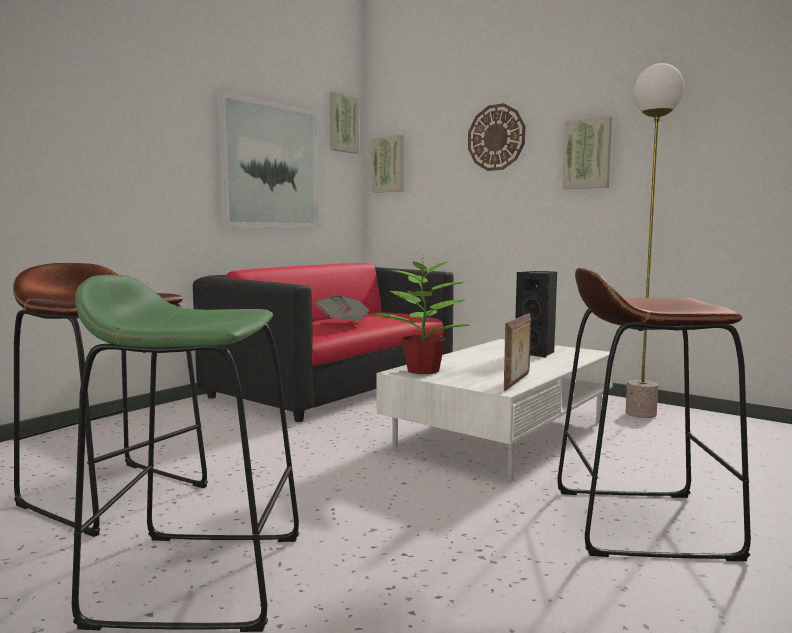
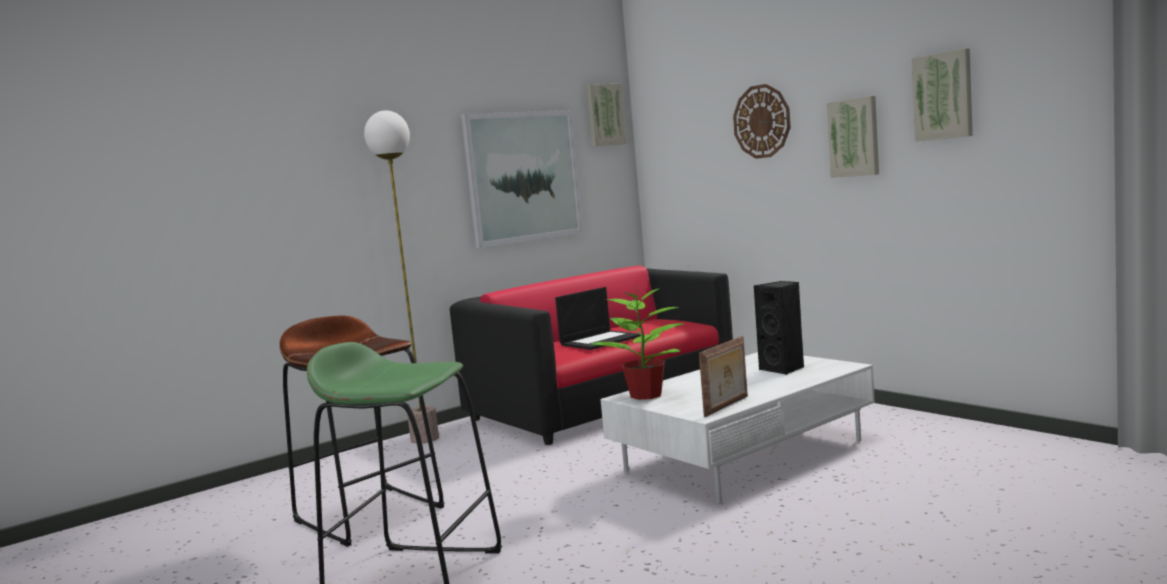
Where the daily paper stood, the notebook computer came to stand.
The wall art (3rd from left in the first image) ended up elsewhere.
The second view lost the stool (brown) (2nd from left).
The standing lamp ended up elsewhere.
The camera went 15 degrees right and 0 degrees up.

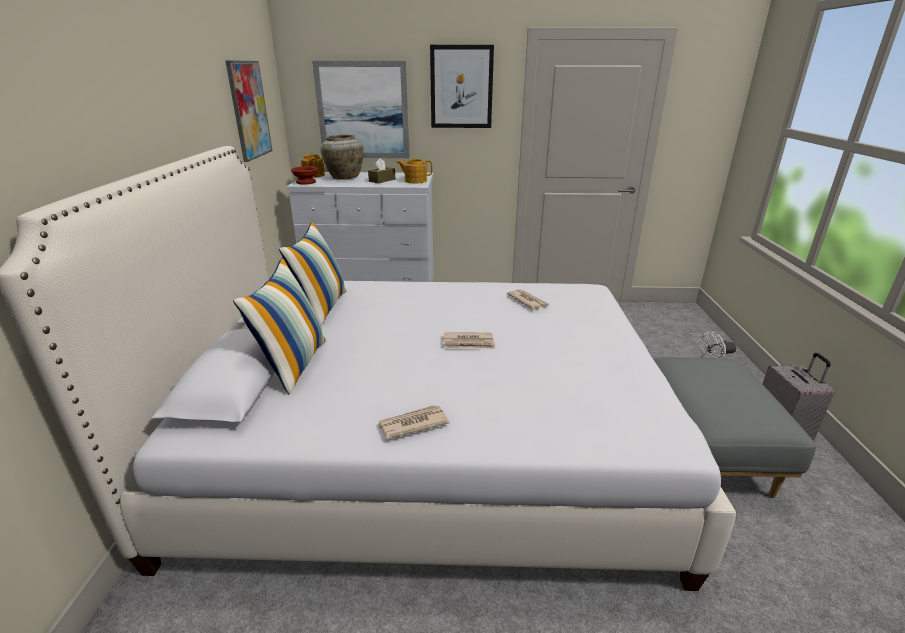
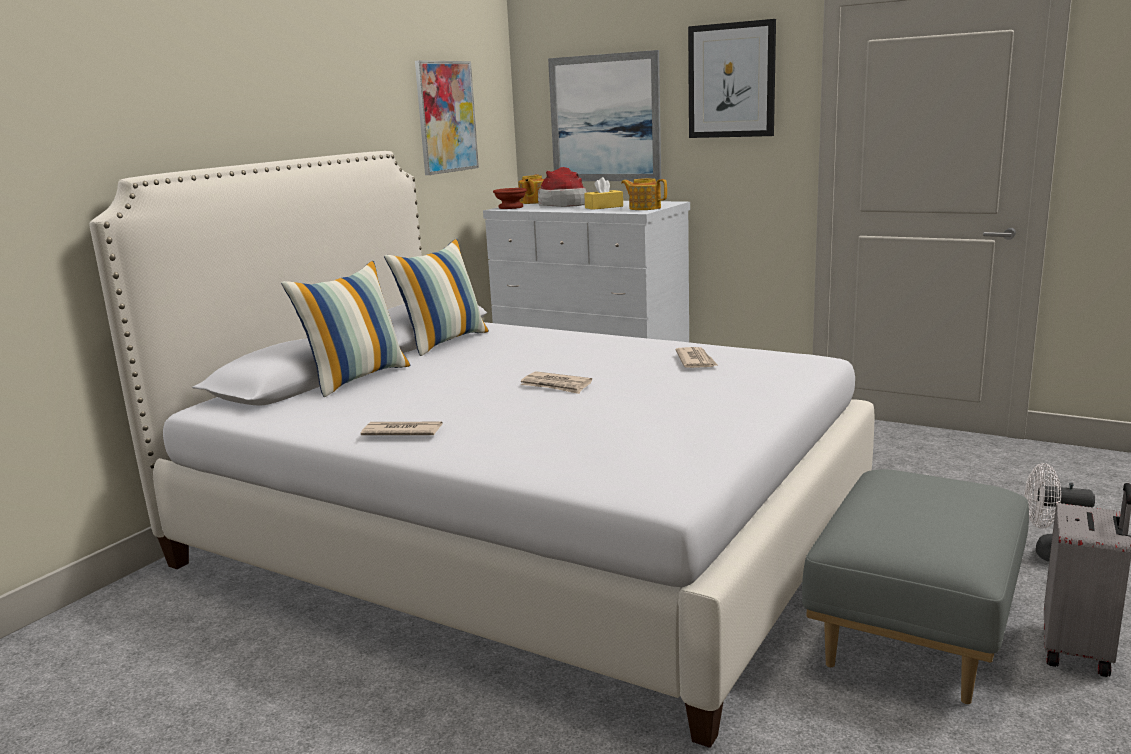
Where the vase (beige) stood, the hat came to stand.
What was the tissue holder (brown) turned into the tissue holder (yellow-coloured).
The camera went 30 degrees right and 10 degrees down.

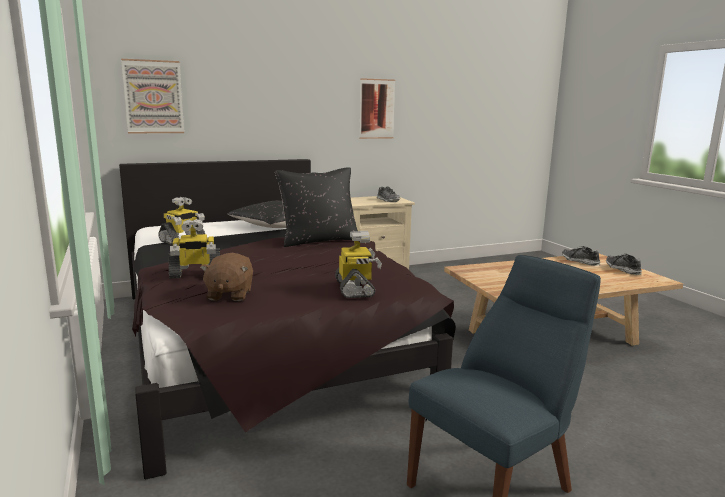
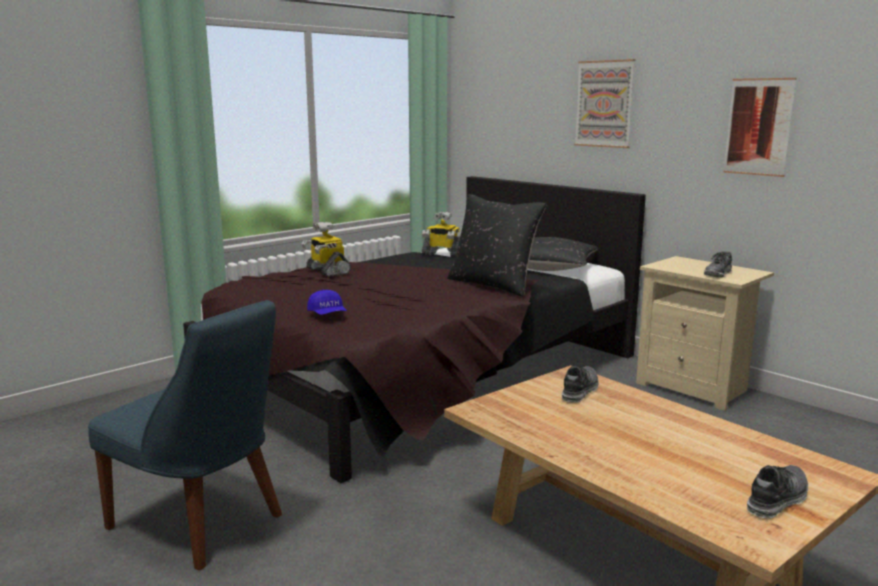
The wall art (1st from left) ended up elsewhere.
The second view lost the soft toy (brown).
Where the toy robot (3rd from left) stood, the cap (bluish) came to stand.
The shoe (2nd from left in the first image) ended up elsewhere.
The camera went 70 degrees right and 0 degrees up.

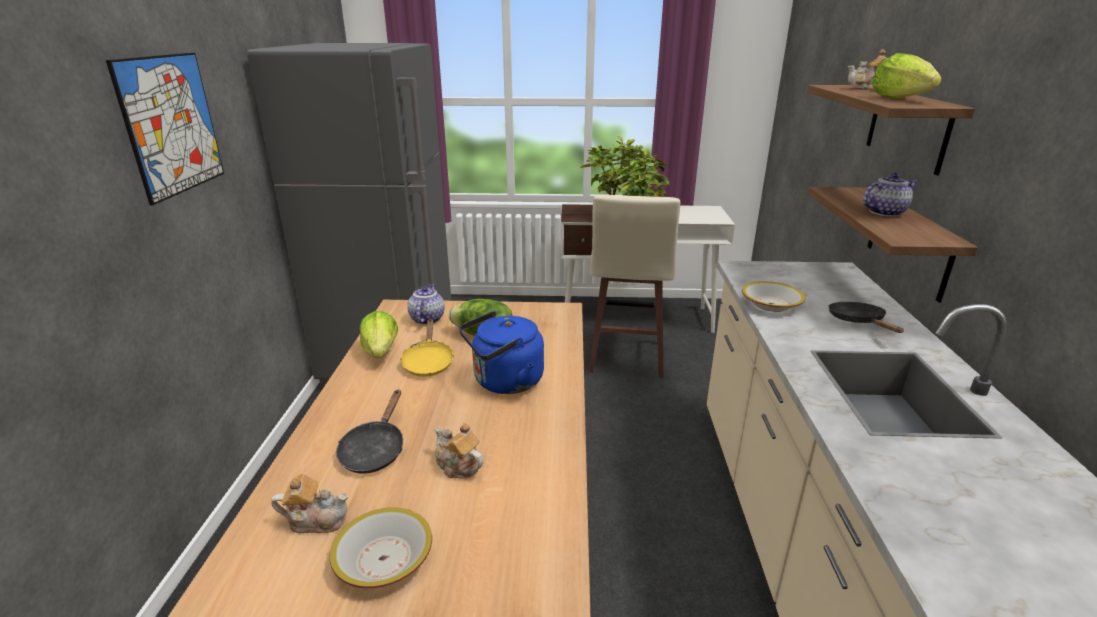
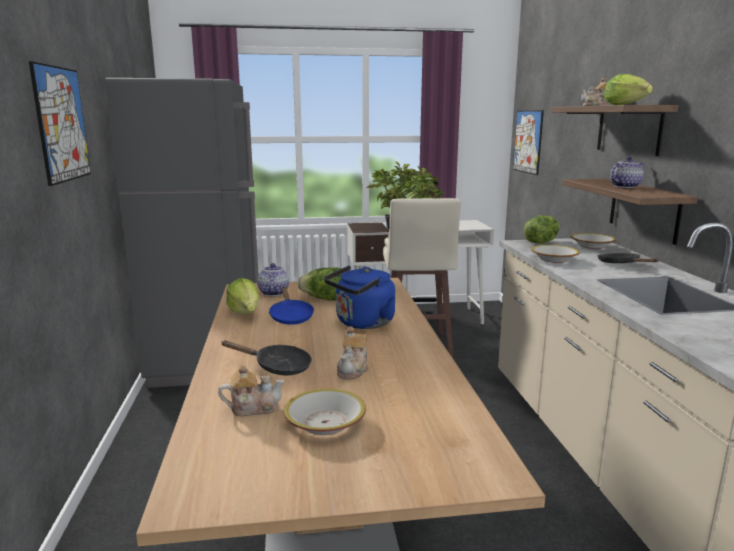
The skillet (black-coloured) (1st from left) ended up facing another way, 75 degrees counterclockwise from before.
What was the skillet (yellow-coloured) turned into the skillet (bluish).
The pot for tea (3rd from left) ended up facing another way, 105 degrees counterclockwise from before.
The second view gained the wall art (2nd from left).
The second view gained the head of lettuce (3rd from left).
The second view gained the deep dish (3rd from left).
The camera went 10 degrees left and 10 degrees down.

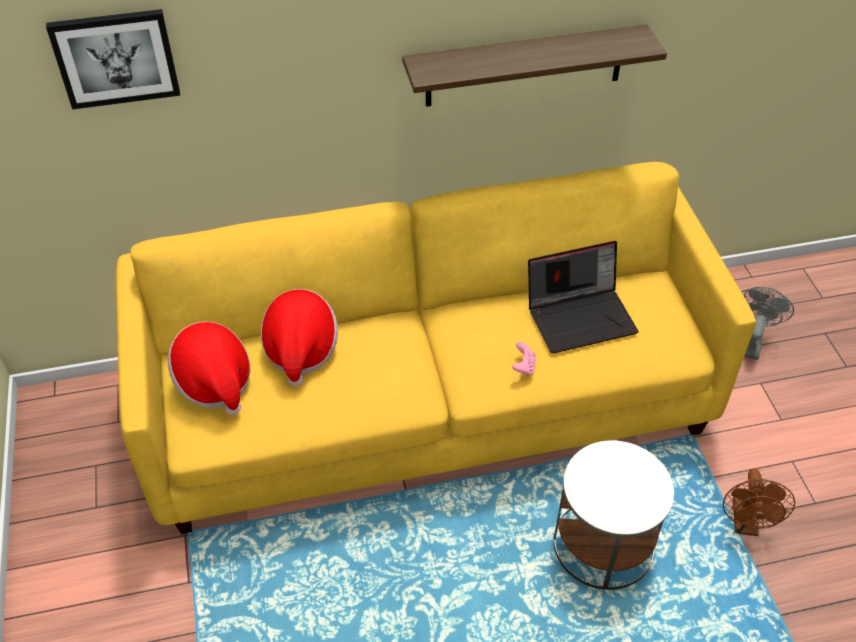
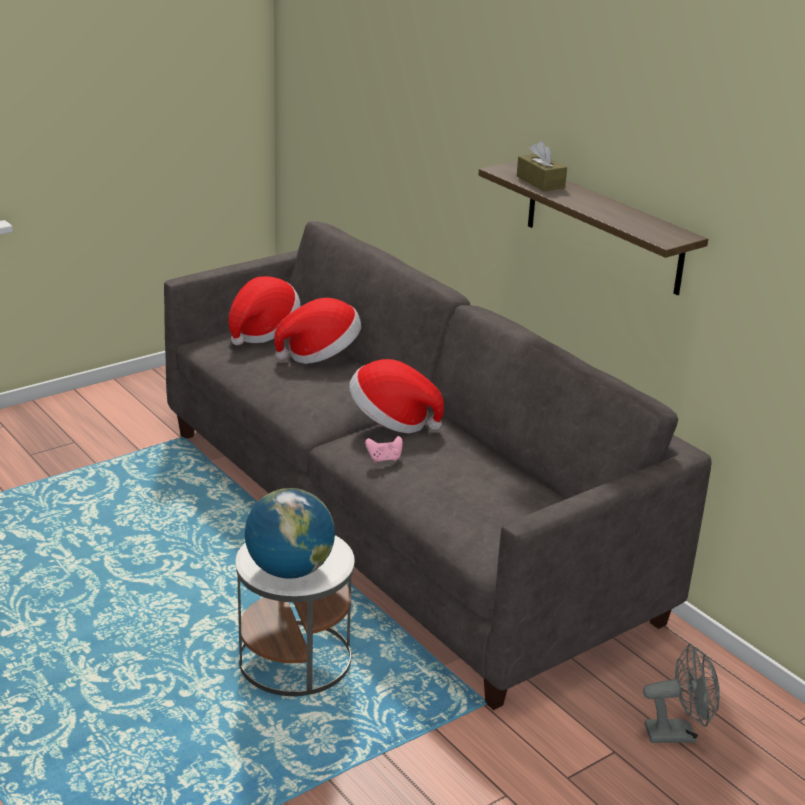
The second view lost the wall art.
What was the sofa (yellow-coloured) turned into the sofa (grey).
The second view lost the notebook computer.
The second view lost the electric fan (brown).
The second view gained the world globe.
The second view gained the hat (3rd from left).
The second view gained the tissue holder (brown).
The camera went 65 degrees right and 20 degrees down.

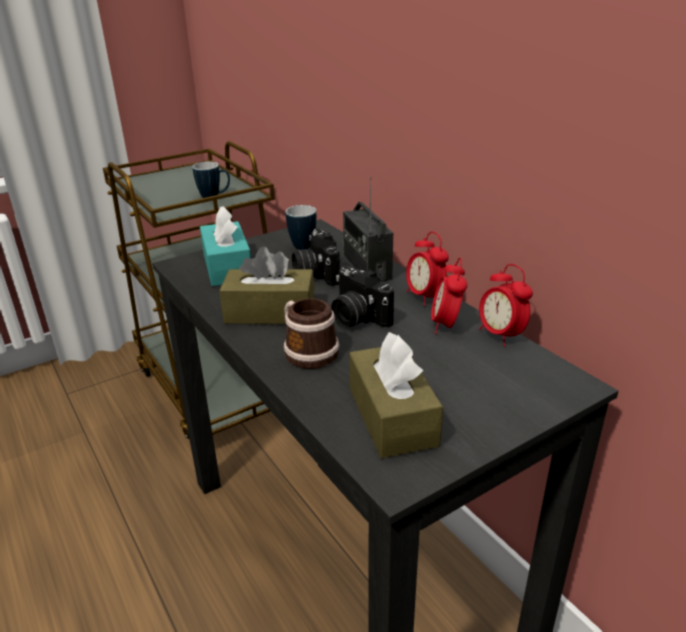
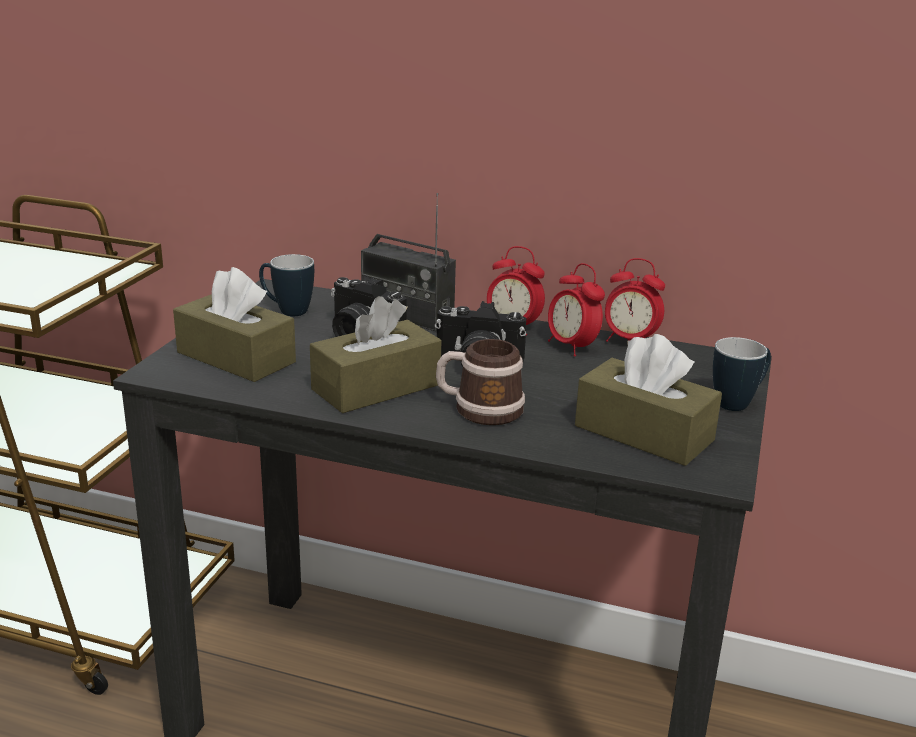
The mug (1st from left in the first image) ended up elsewhere.
What was the tissue holder (blue-green) turned into the tissue holder (brown) (1st from left).
The camera went 40 degrees left and 5 degrees down.

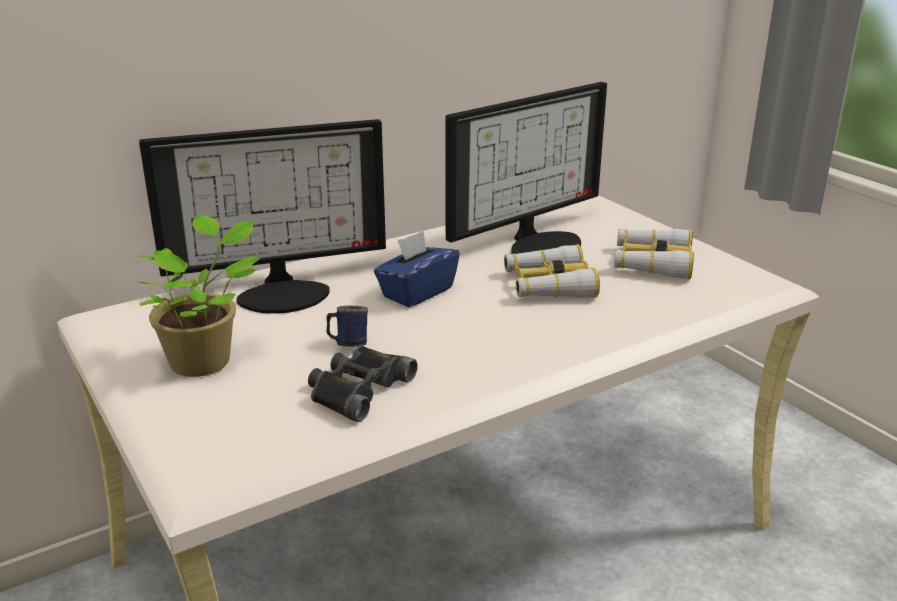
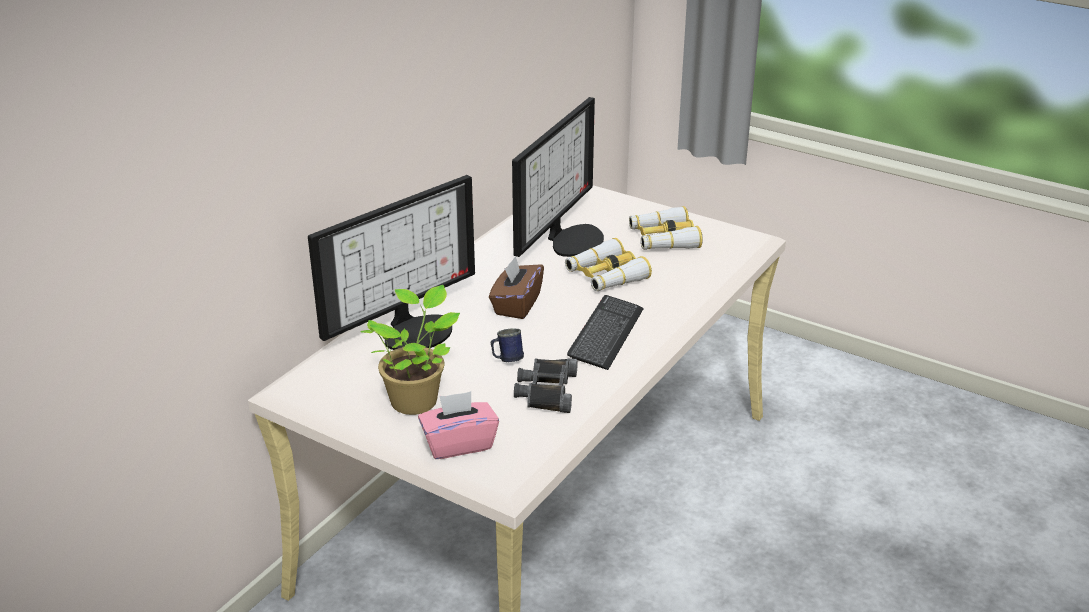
What was the tissue holder (bluish) turned into the tissue holder (brown).
The second view gained the tissue holder (pinkish).
The second view gained the computer keyboard.
The camera went 25 degrees left and 5 degrees up.

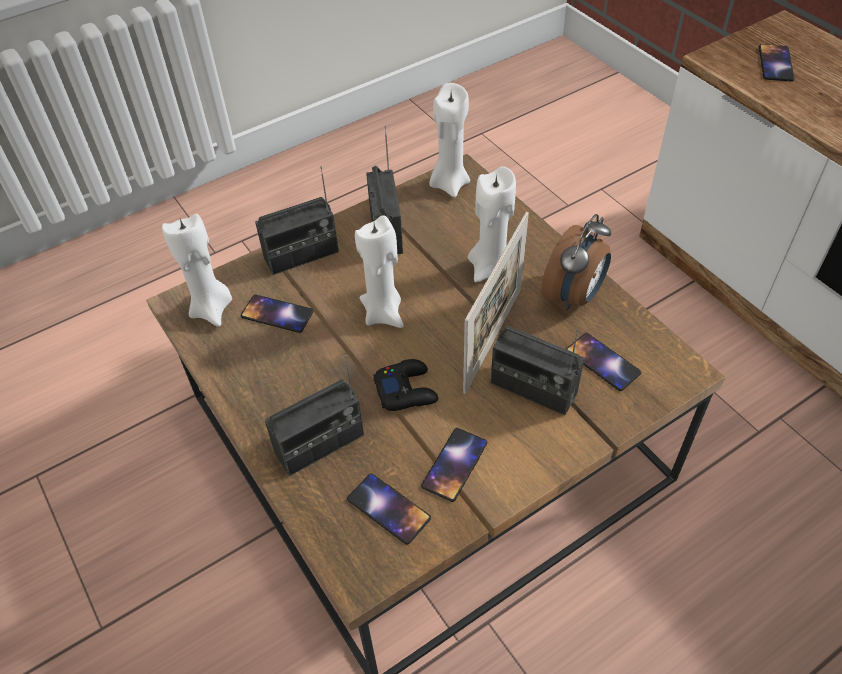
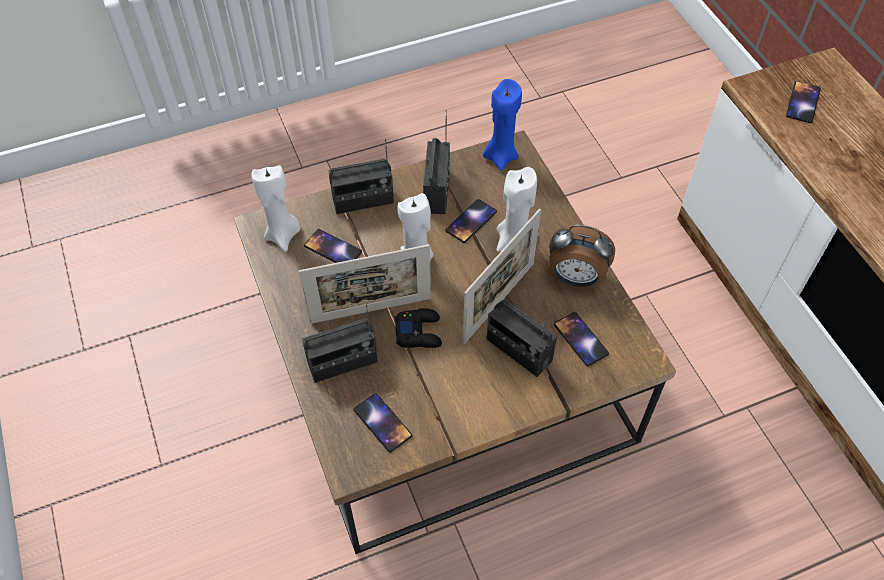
The handset (3rd from left) ended up elsewhere.
What was the candle (whitish) (3rd from left) turned into the candle (bluish).
The table clock ended up facing another way, 60 degrees clockwise from before.
The second view gained the photo frame (1st from left).
The camera went 10 degrees right and 5 degrees up.

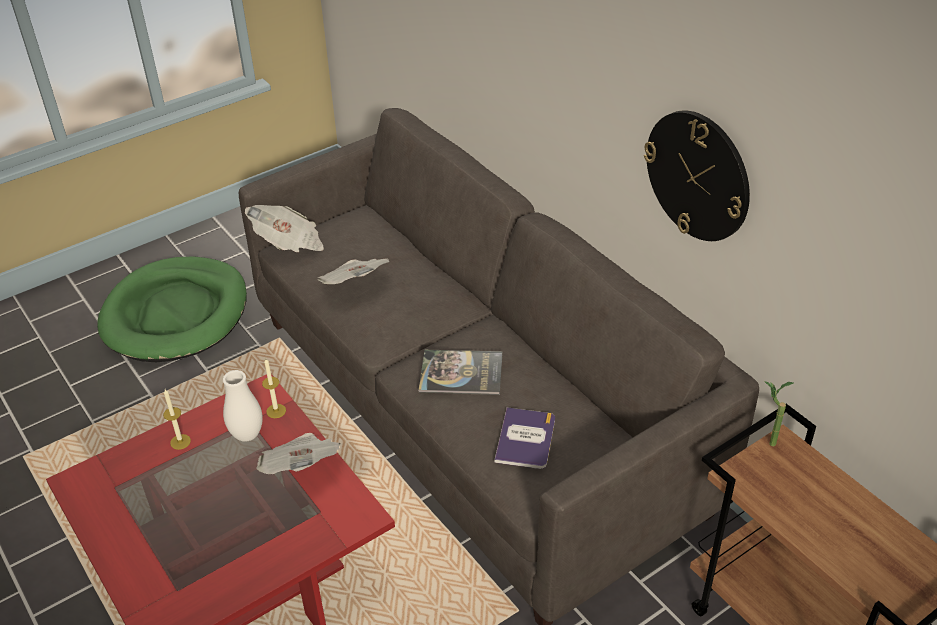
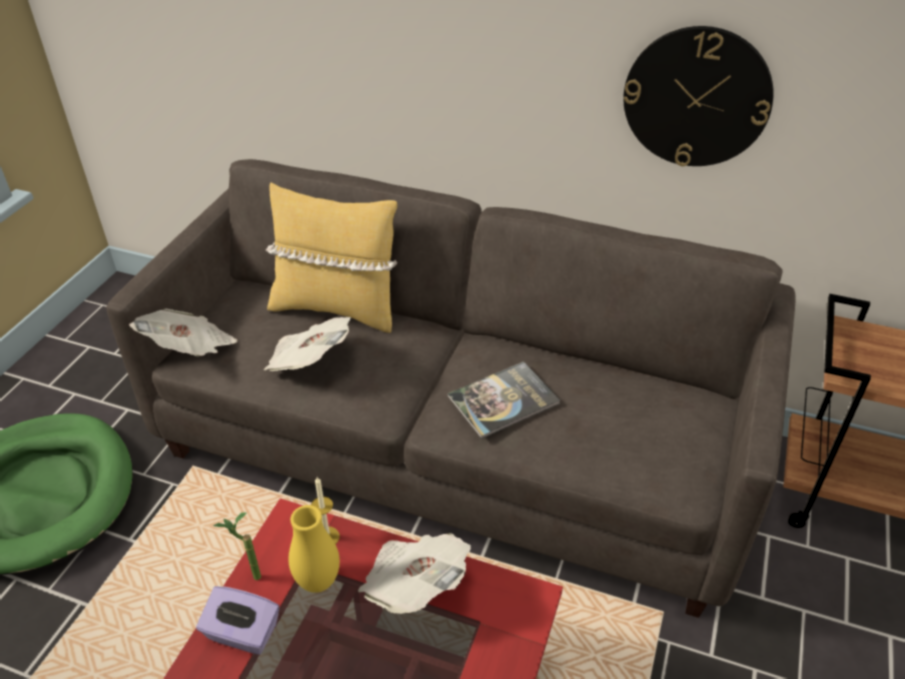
Where the candle (1st from left) stood, the tissue holder (purple) came to stand.
What was the vase (whitish) turned into the vase (yellow-coloured).
The second view lost the volume (2nd from left).
The plant in a pot ended up elsewhere.
The second view gained the cushion (yellow-coloured).
The camera went 35 degrees left and 0 degrees up.

